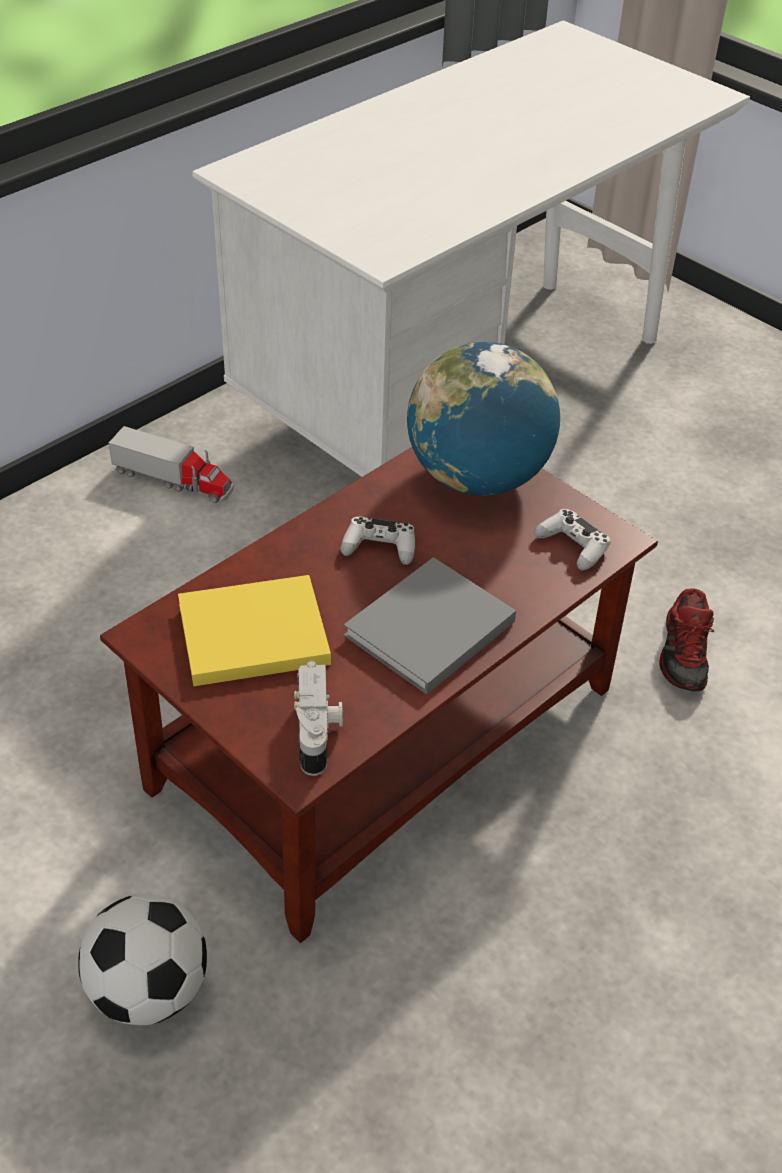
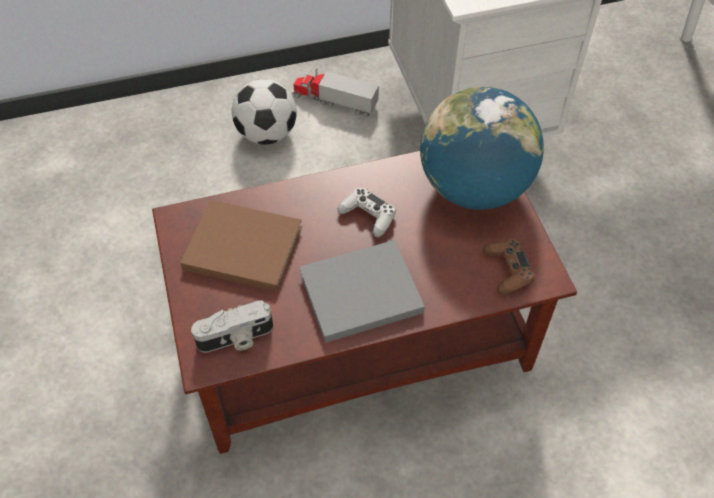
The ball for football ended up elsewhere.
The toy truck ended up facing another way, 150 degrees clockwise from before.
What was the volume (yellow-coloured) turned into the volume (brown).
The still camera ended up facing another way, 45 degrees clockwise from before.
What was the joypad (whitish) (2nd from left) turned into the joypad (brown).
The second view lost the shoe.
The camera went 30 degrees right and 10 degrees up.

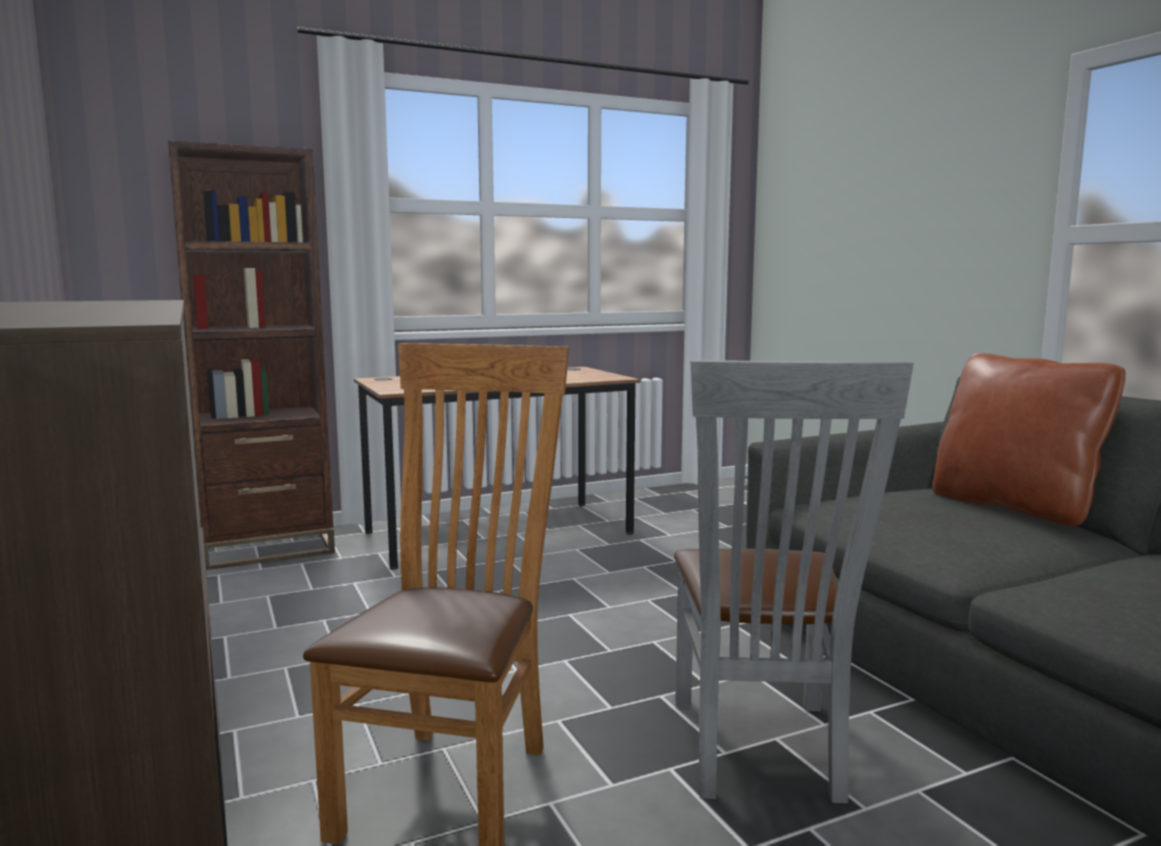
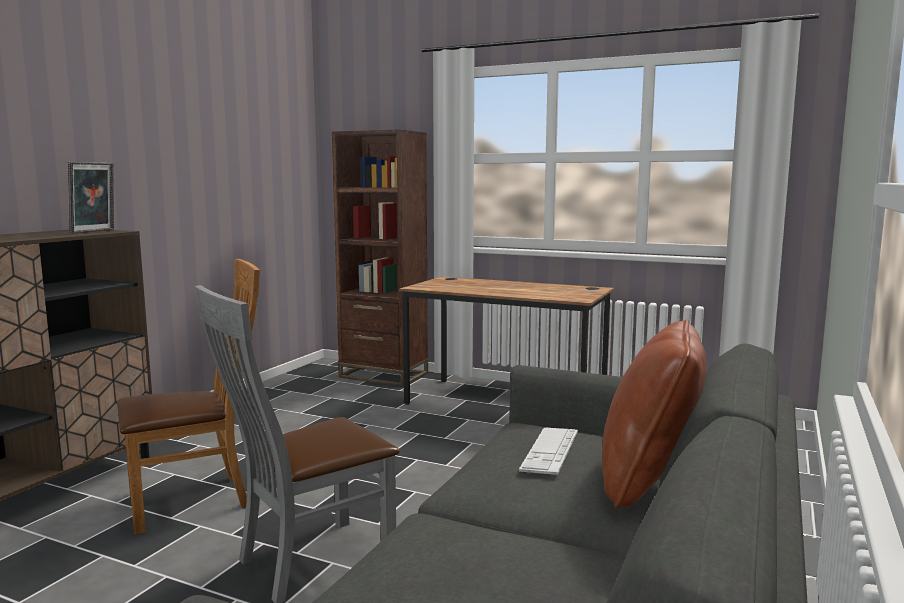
The second view gained the photo frame.
The second view gained the computer keyboard.
The camera went 50 degrees right and 0 degrees up.

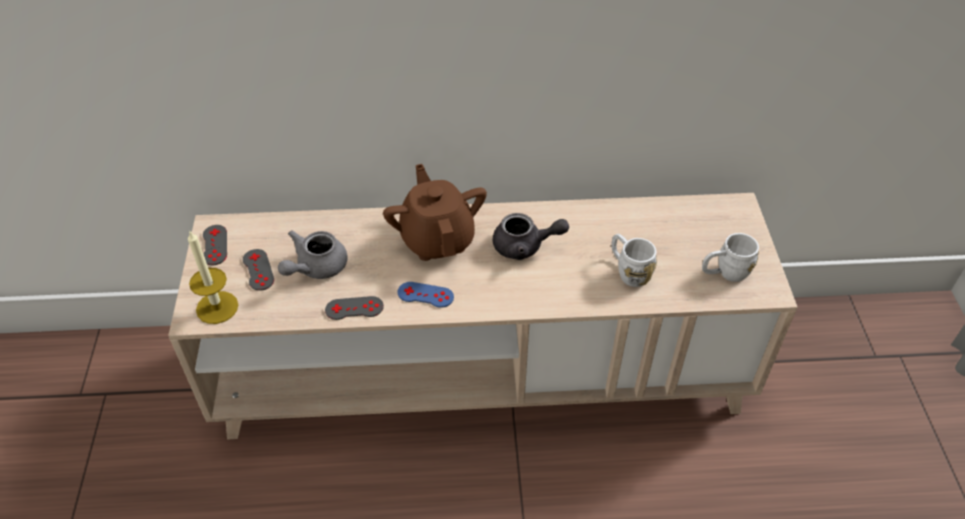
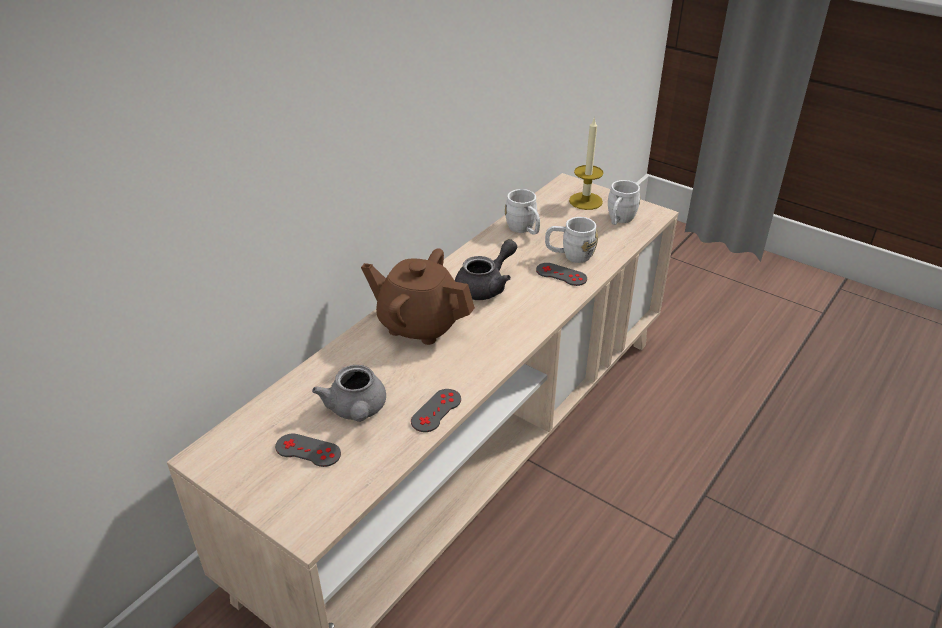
The candle ended up elsewhere.
The joypad (grey) (1st from left in the first image) ended up elsewhere.
The second view lost the joypad (bluish).
The second view gained the mug (whitish) (1st from left).
The camera went 50 degrees left and 10 degrees down.

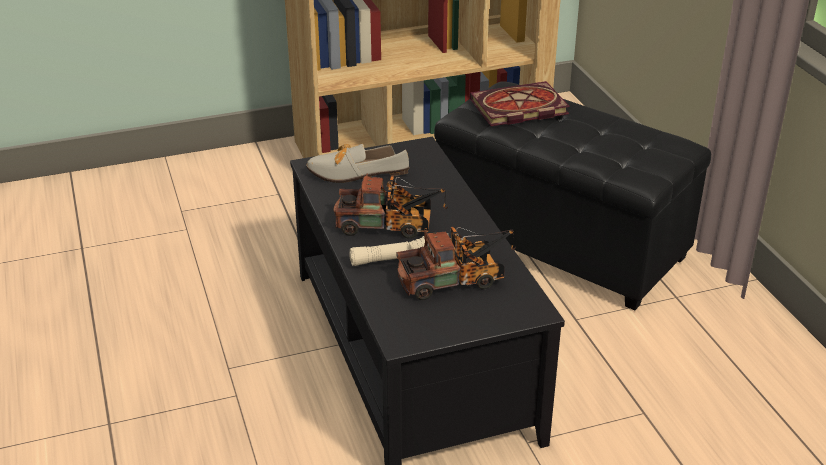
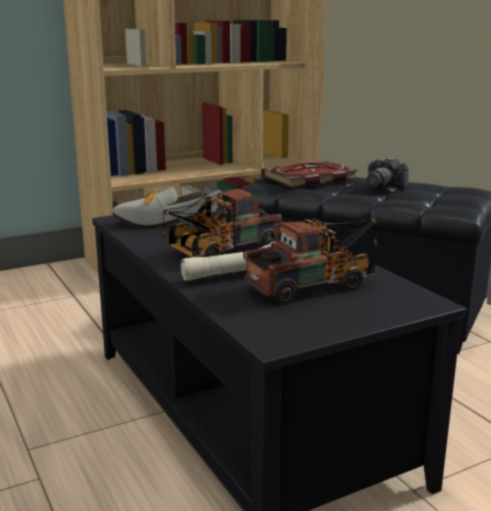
The toy truck (1st from left) ended up facing another way, 150 degrees clockwise from before.
The second view gained the still camera.
The camera went 10 degrees left and 15 degrees down.

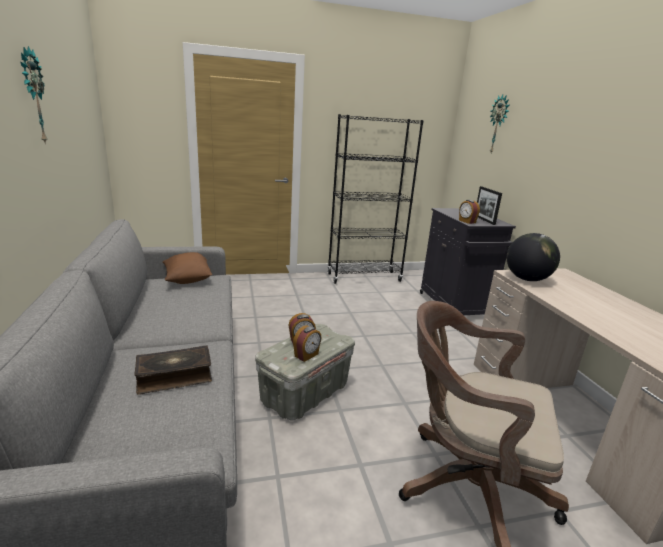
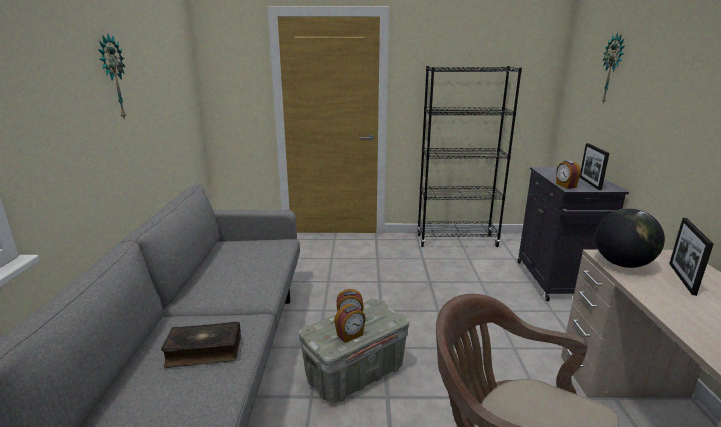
The second view lost the cushion (brown).
The second view gained the photo frame (2nd from left).
The camera went 15 degrees right and 0 degrees up.

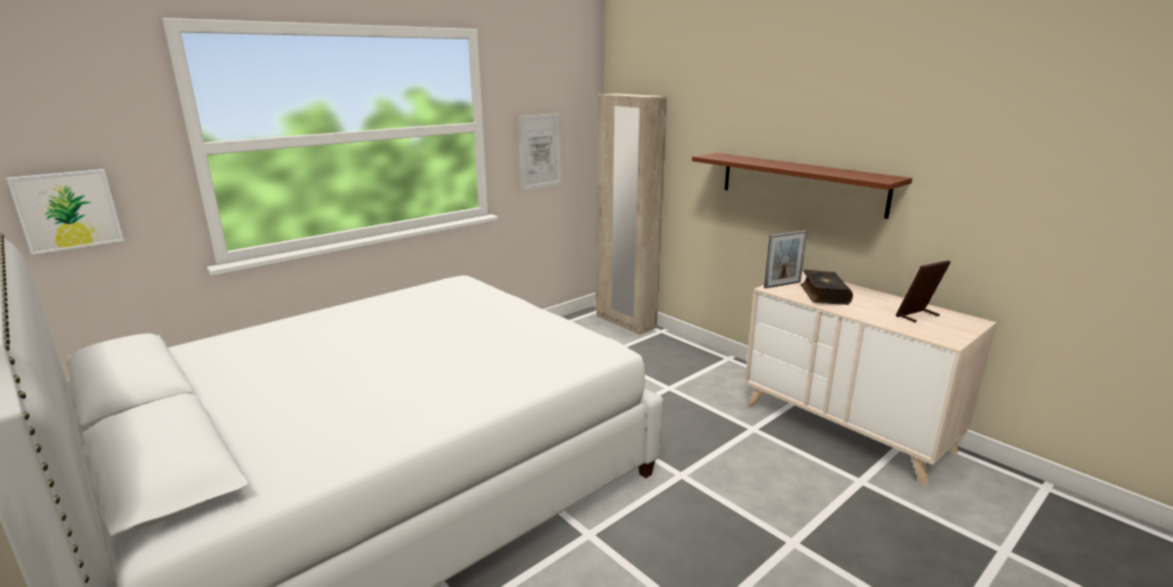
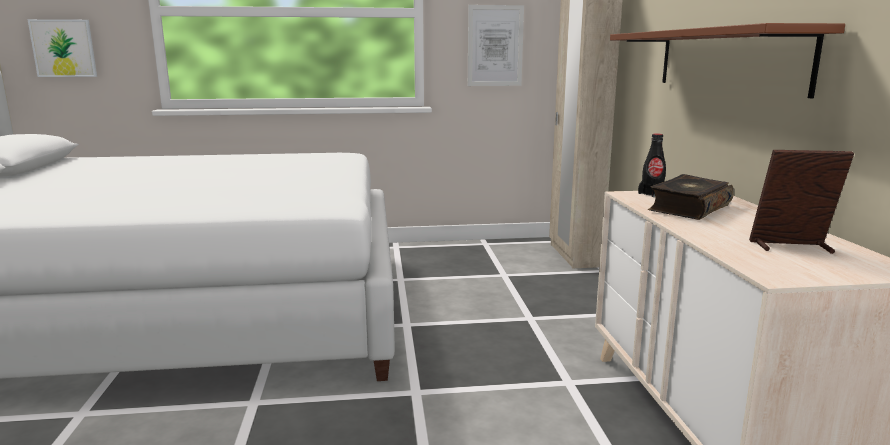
Where the photo frame (1st from left) stood, the drink bottle (black-coloured) came to stand.
The camera went 35 degrees right and 5 degrees down.

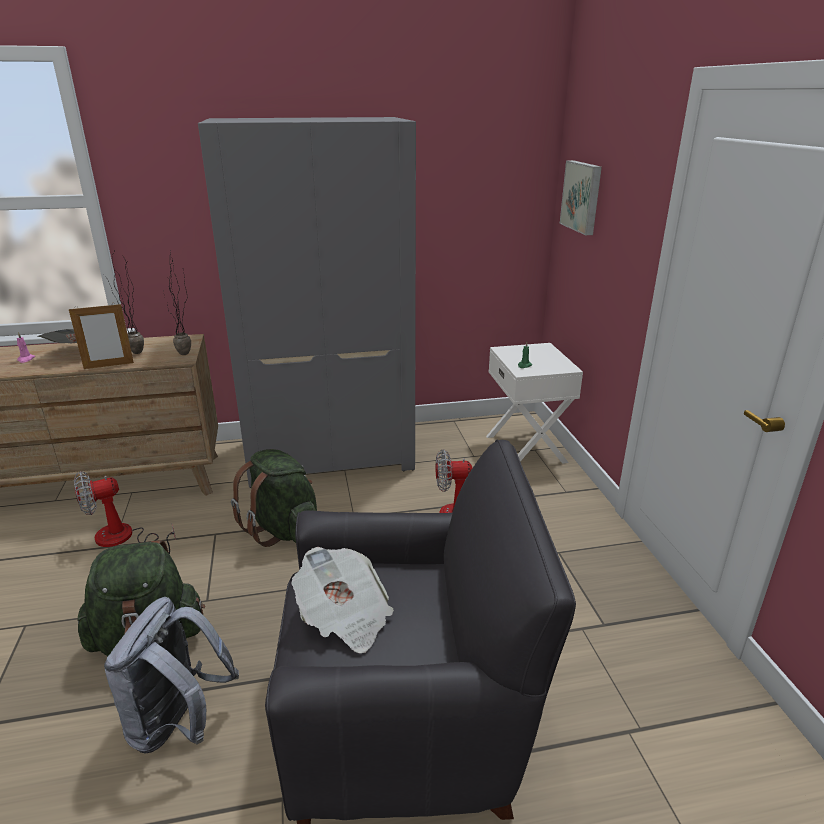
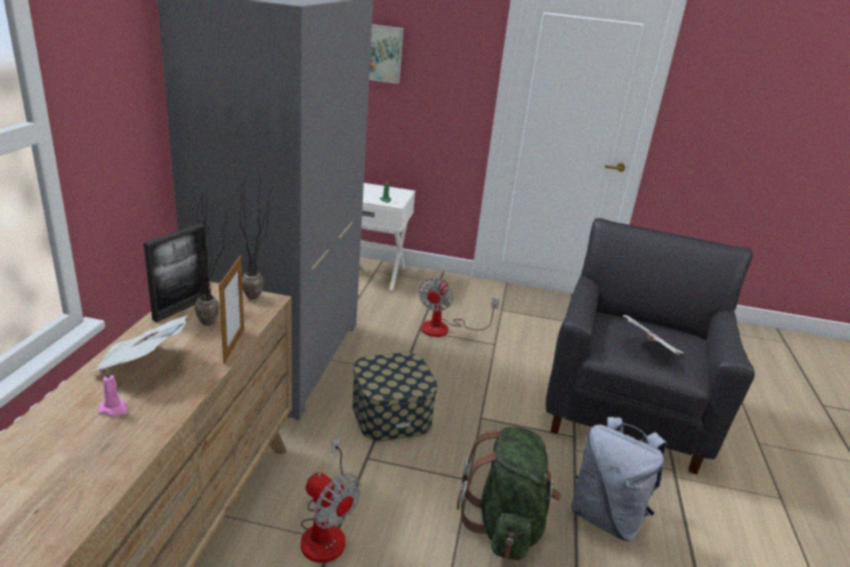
The electric fan (1st from left) ended up facing another way, 45 degrees counterclockwise from before.
Where the rucksack (greenish) (2nd from left) stood, the storage bin came to stand.
The second view gained the photo frame (1st from left).
The camera went 70 degrees left and 0 degrees up.

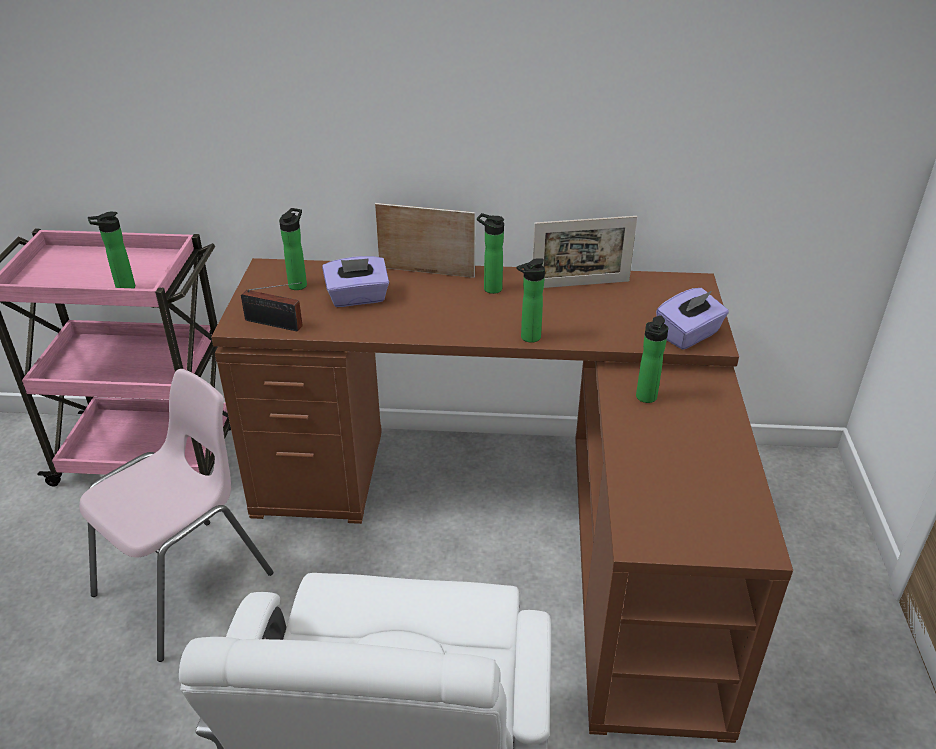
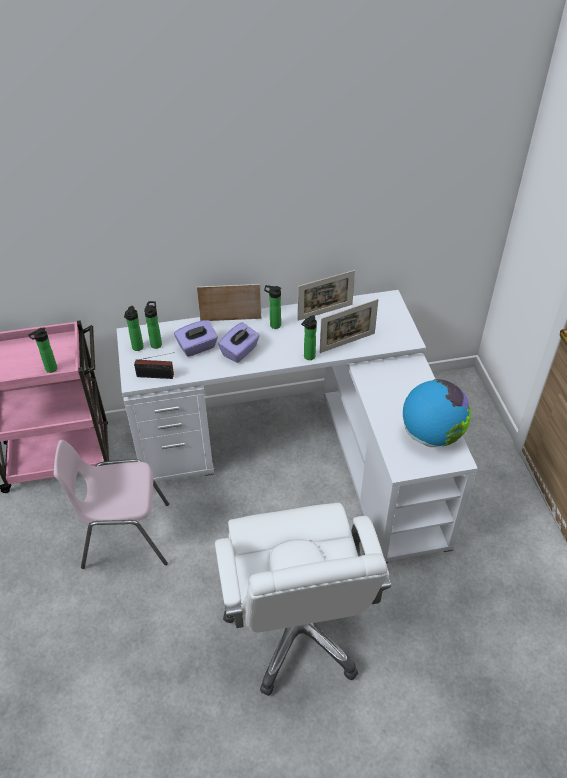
The upright chair (pinkish) ended up facing another way, 120 degrees counterclockwise from before.
What was the desk table (brown) turned into the desk table (whitish).
The drink bottle (5th from left in the first image) ended up elsewhere.
The tissue holder (purple) (2nd from left) ended up elsewhere.
The second view gained the photo frame (3rd from left).
The second view gained the world globe.
The camera went 15 degrees left and 10 degrees up.

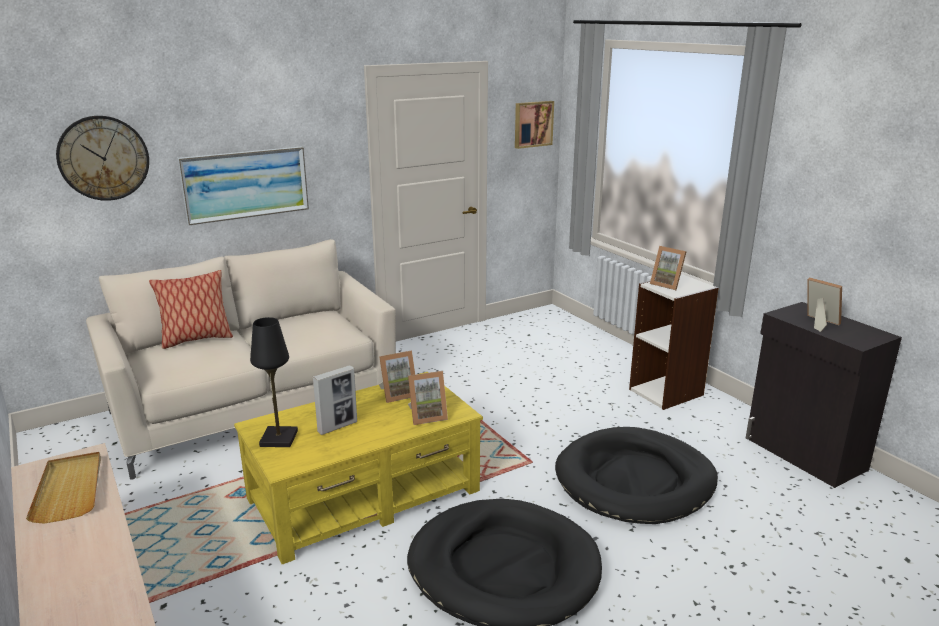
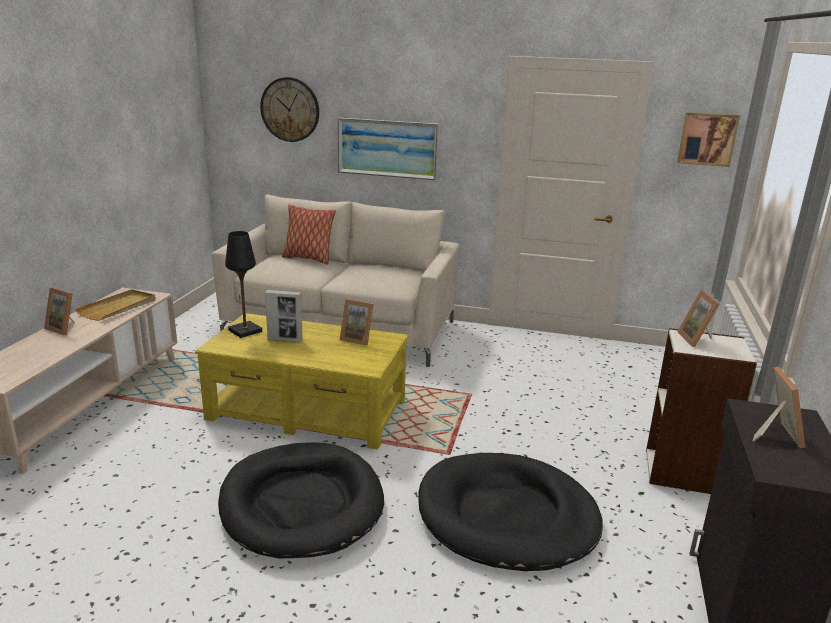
The photo frame (3rd from left in the first image) ended up elsewhere.
The camera went 45 degrees right and 0 degrees up.

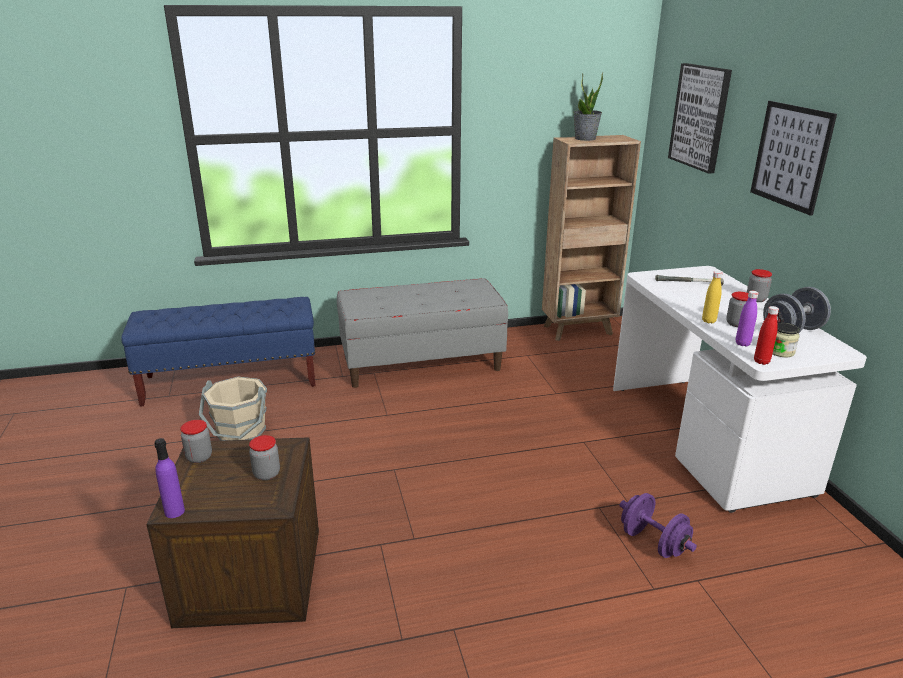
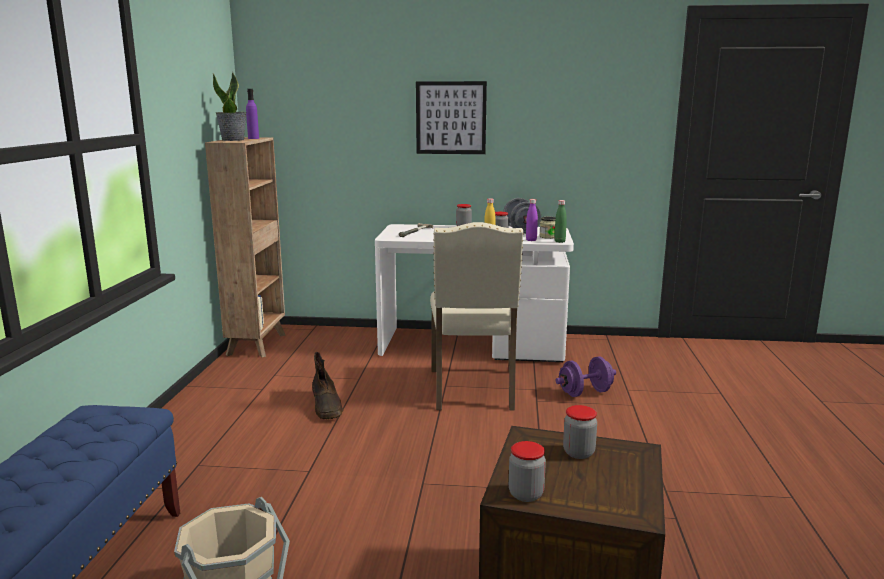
The drink bottle (purple) (1st from left) ended up elsewhere.
The second view lost the indoor bench (grey).
The second view lost the wall art (1st from left).
What was the drink bottle (red-coloured) turned into the drink bottle (greenish).
The second view gained the boot (brown).
The second view gained the upright chair (beige).
The camera went 70 degrees left and 10 degrees down.

